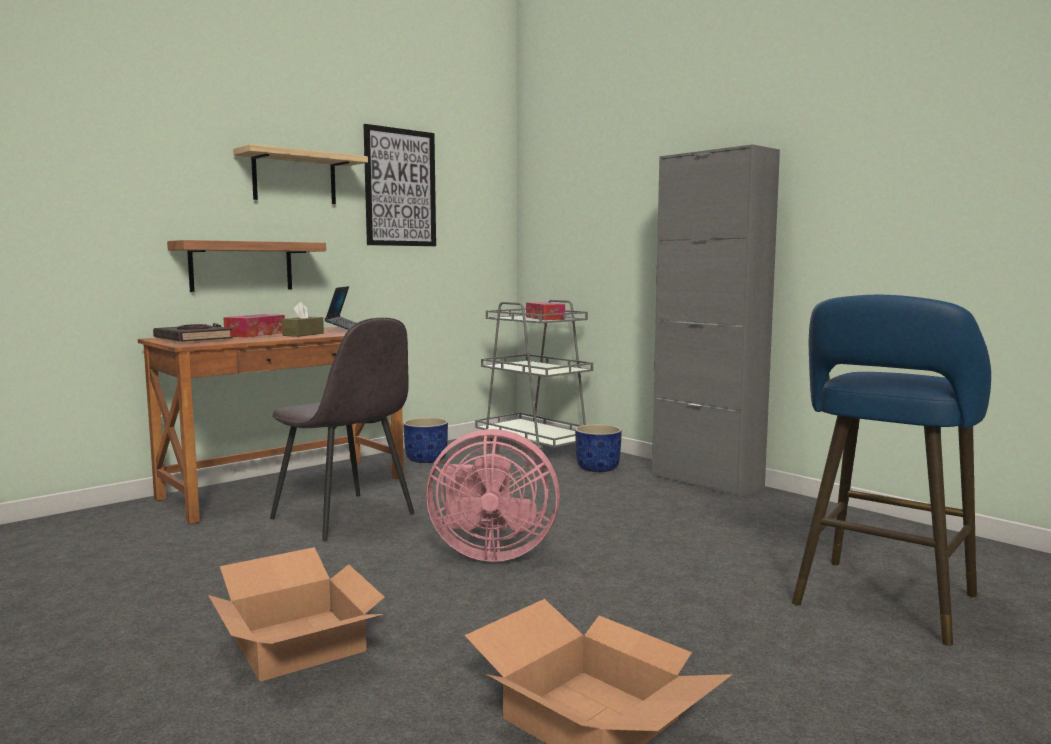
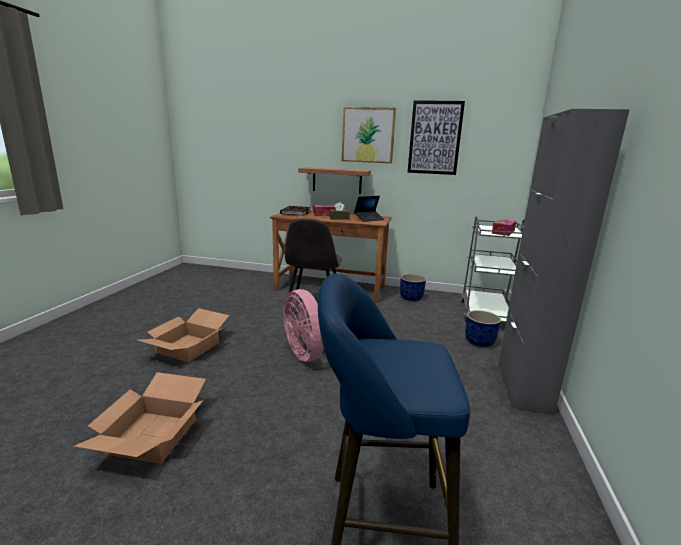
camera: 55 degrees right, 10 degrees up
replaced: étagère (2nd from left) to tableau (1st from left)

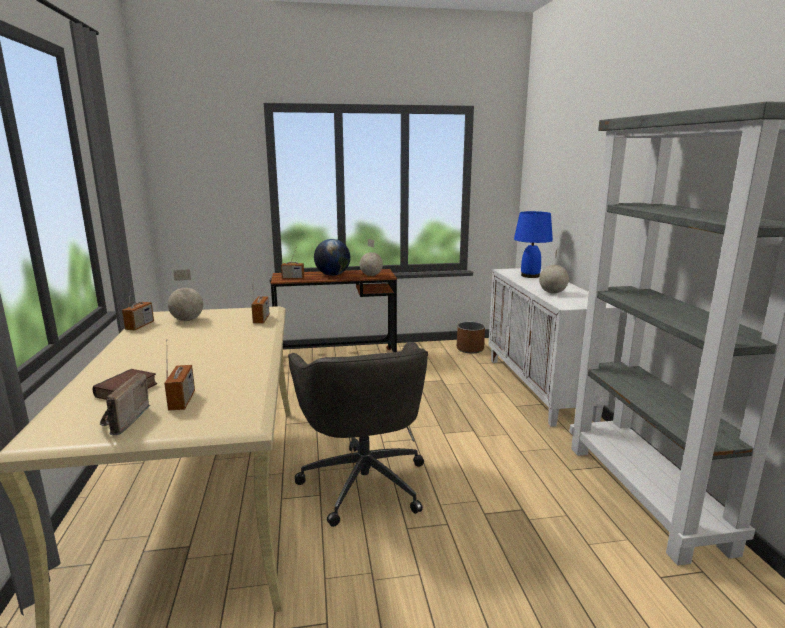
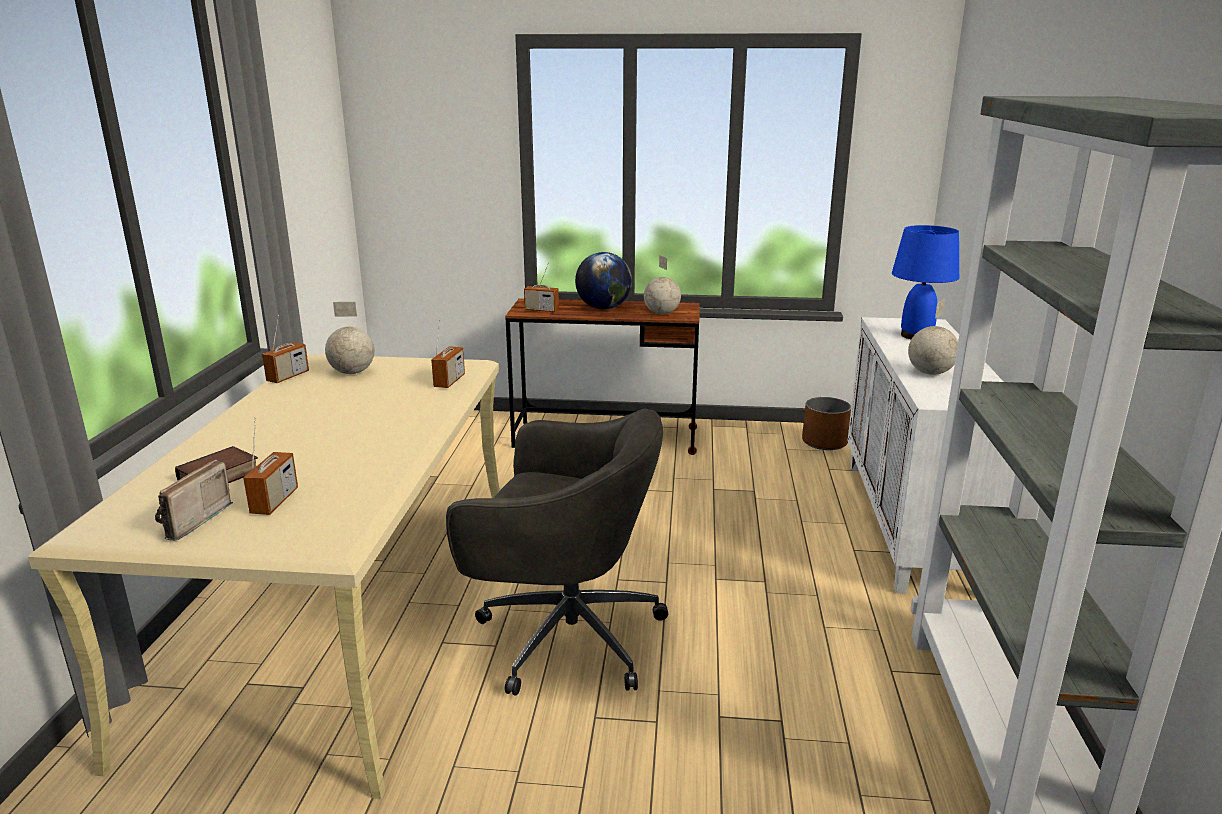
camera: 15 degrees right, 5 degrees up
turned: chaise de bureau/gris 75 degrees counterclockwise

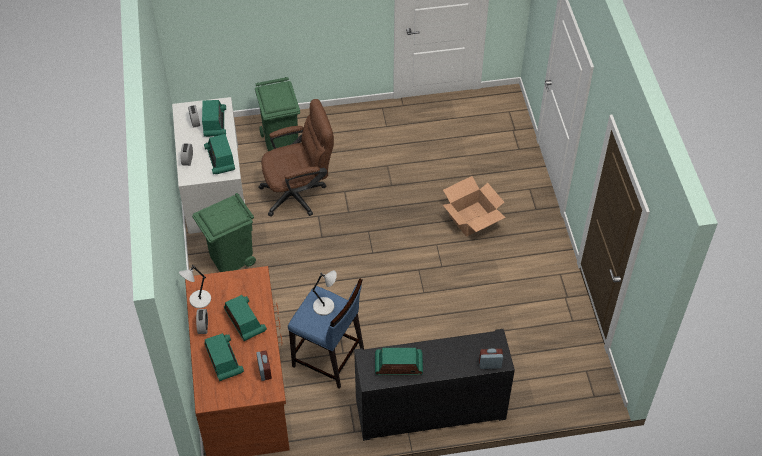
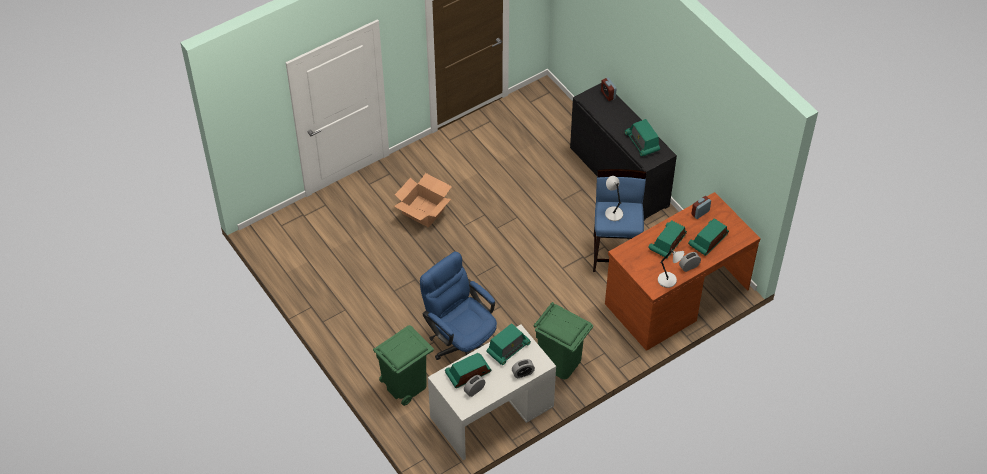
camera: 115 degrees left, 0 degrees up
recoloured: chaise de bureau/marron to chaise de bureau/bleu

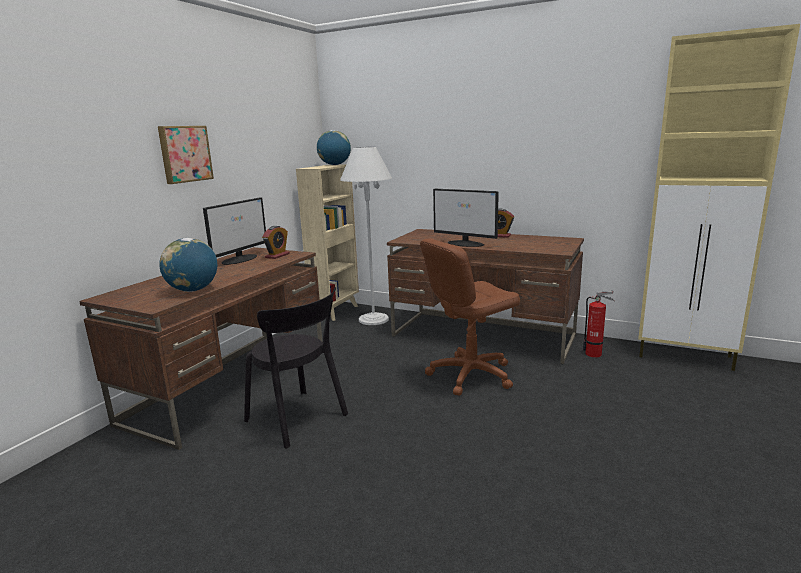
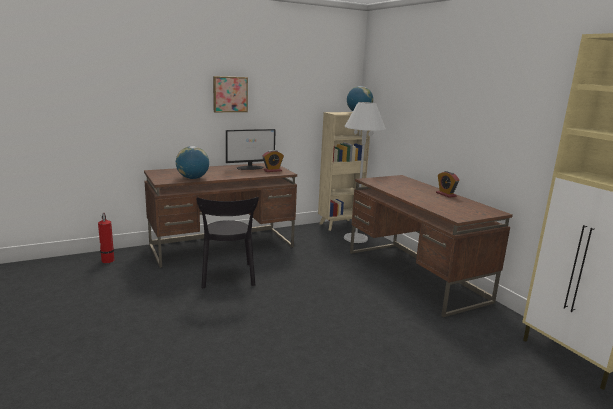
camera: 35 degrees right, 0 degrees up
removed: chaise de bureau/marron; écran d'ordinateur (2nd from left)
moved: extincteur

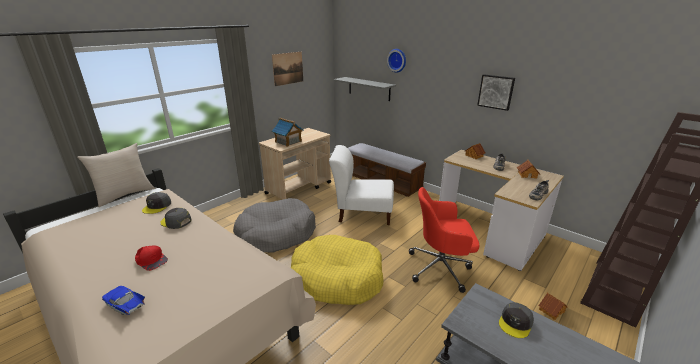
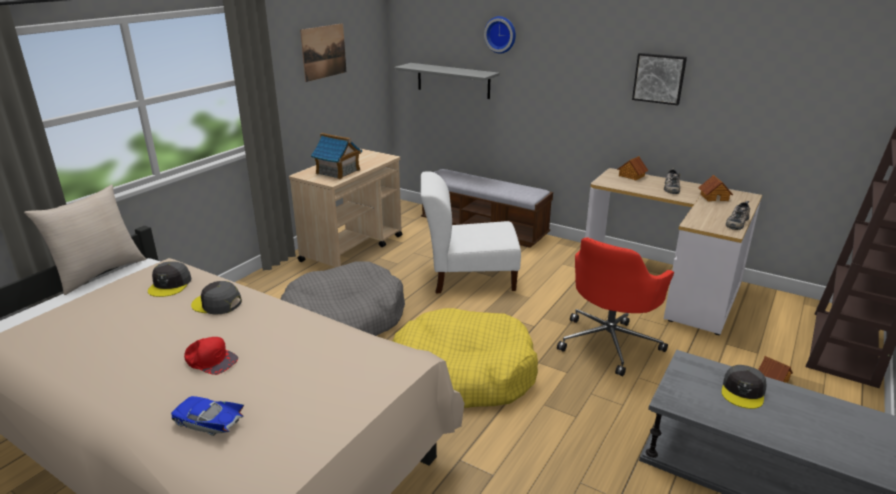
camera: 10 degrees left, 0 degrees up
turned: chaise de bureau/rouge 45 degrees counterclockwise

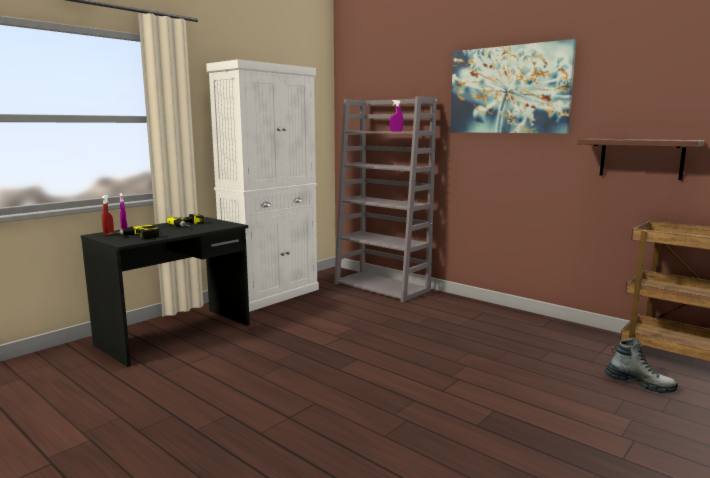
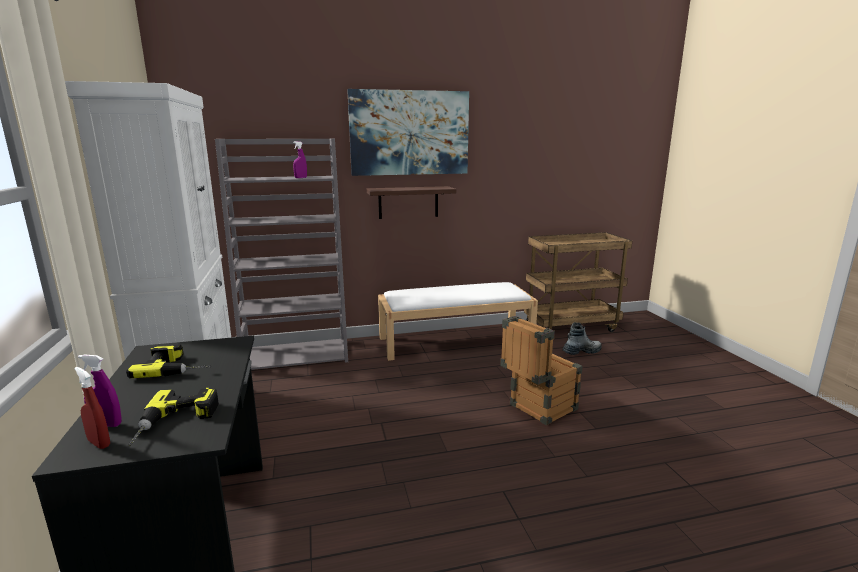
camera: 55 degrees left, 5 degrees up
added: banc/blanc; caisse
moved: étagère

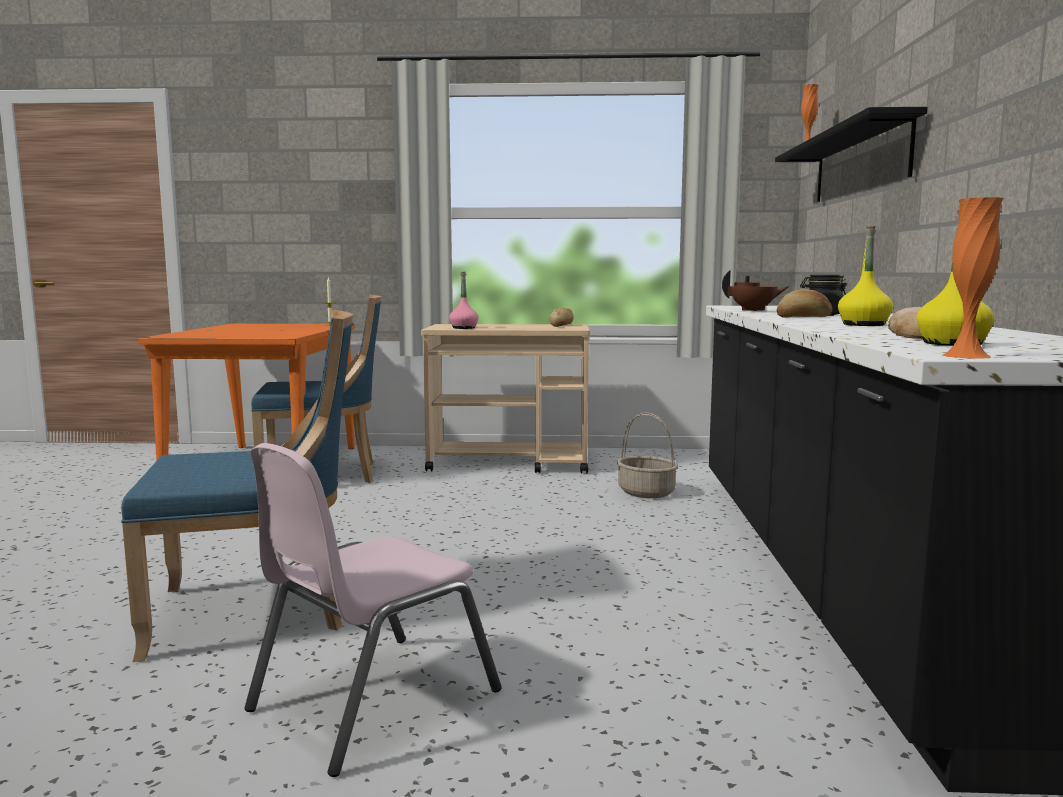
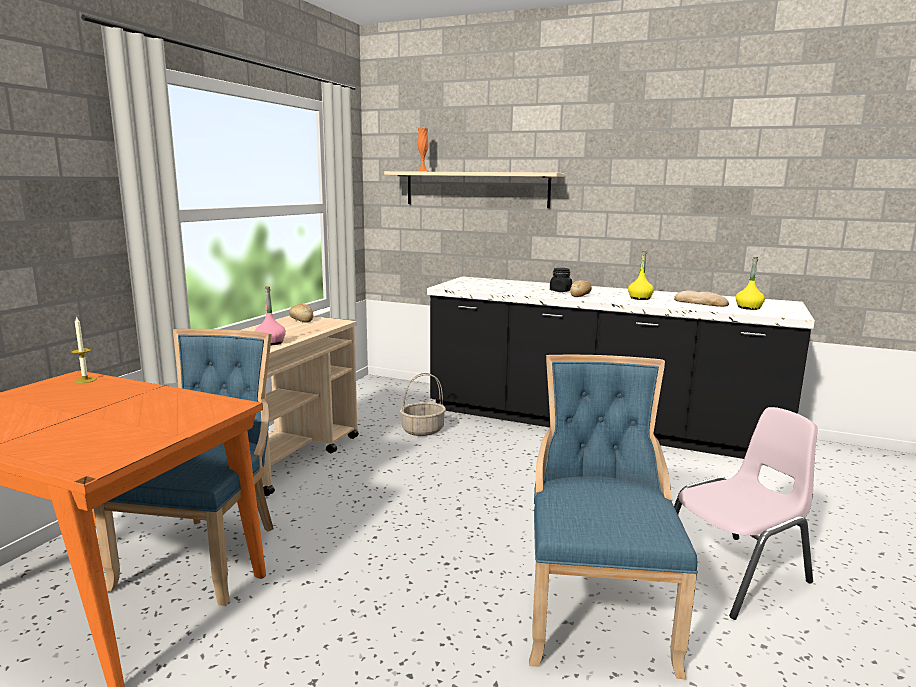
camera: 70 degrees left, 5 degrees up
removed: théière/marron; vase/orange (2nd from left)
recoloured: étagère/noir to étagère/beige
turned: chaise/rose 90 degrees counterclockwise

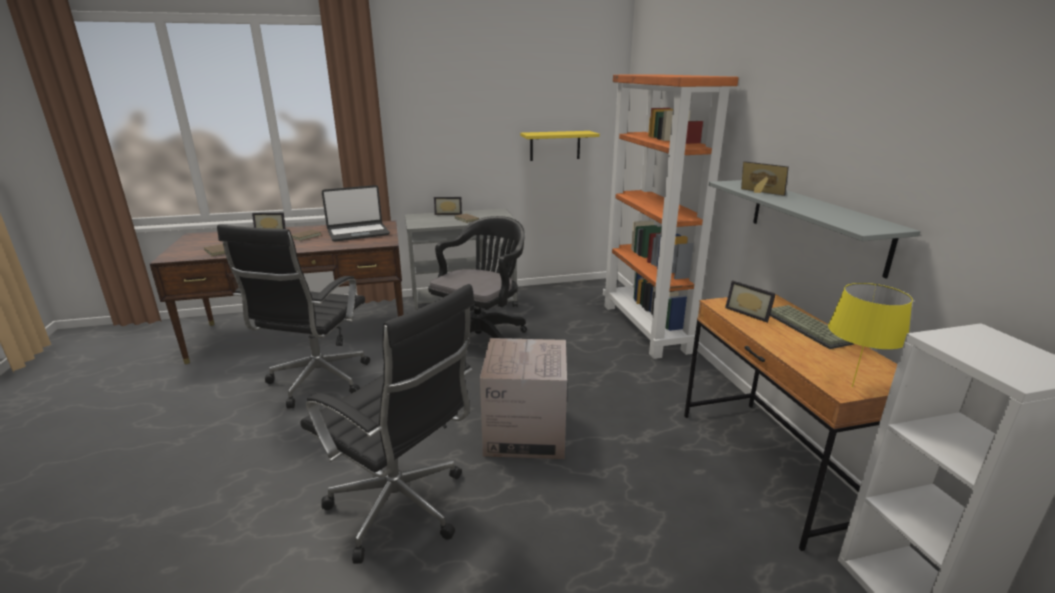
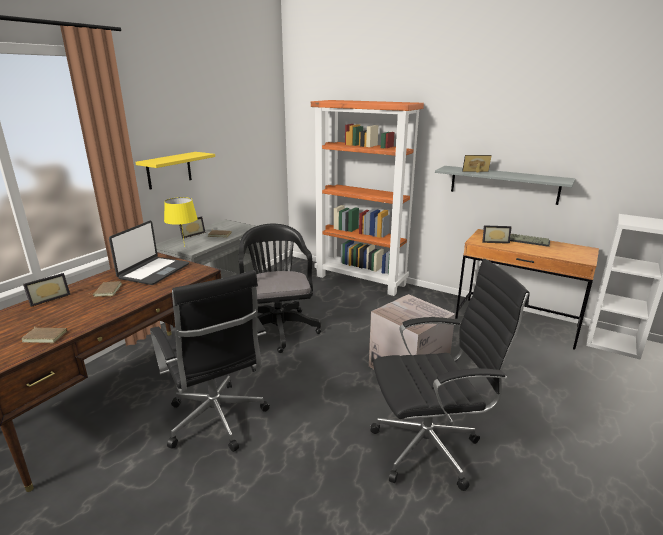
camera: 45 degrees left, 0 degrees up
moved: étagère/jaune; lampe de table/jaune

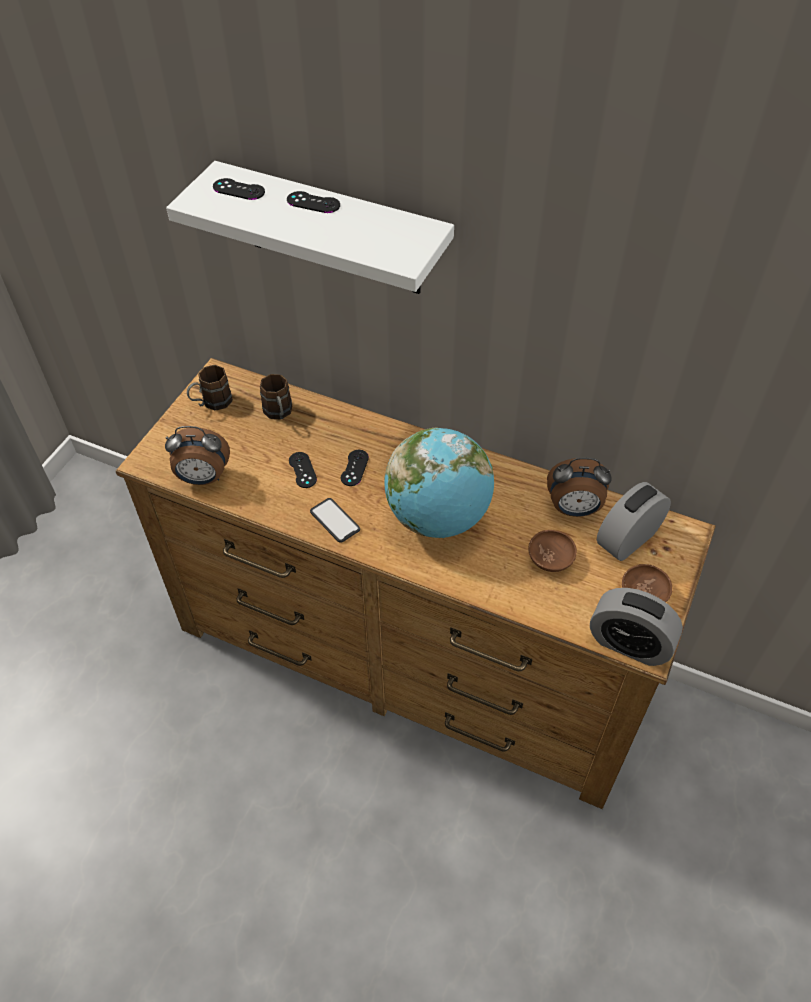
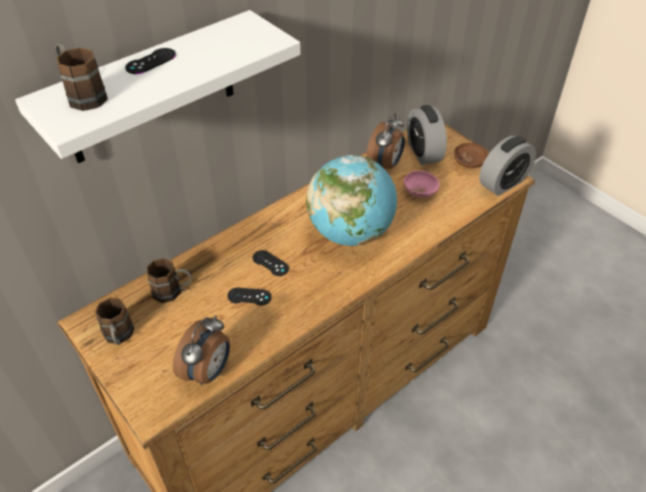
camera: 65 degrees left, 5 degrees down
removed: téléphone
replaced: manette/noir (1st from left) to mug/marron (1st from left)
recoloured: bol/marron (1st from left) to bol/rose

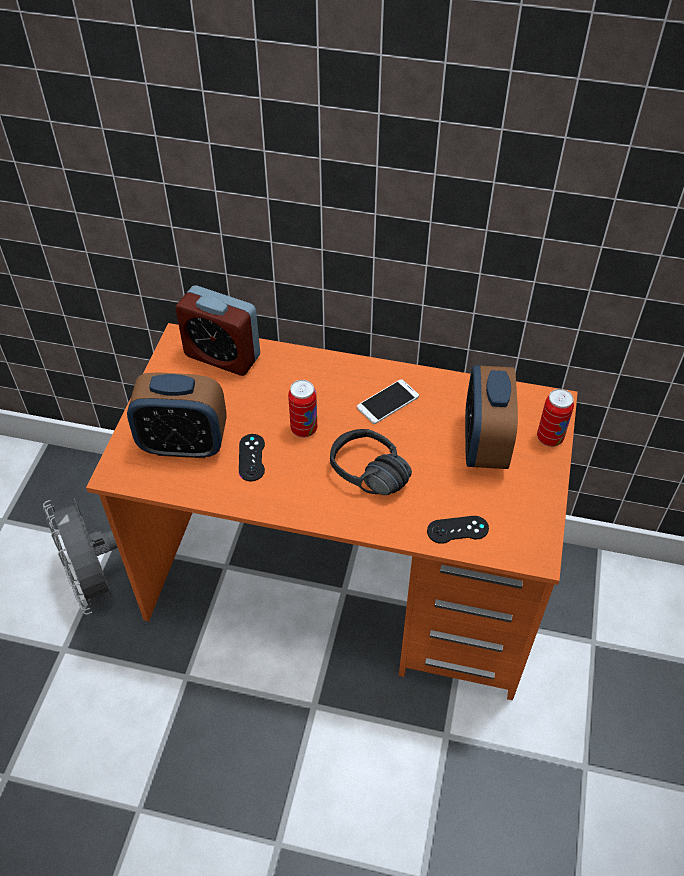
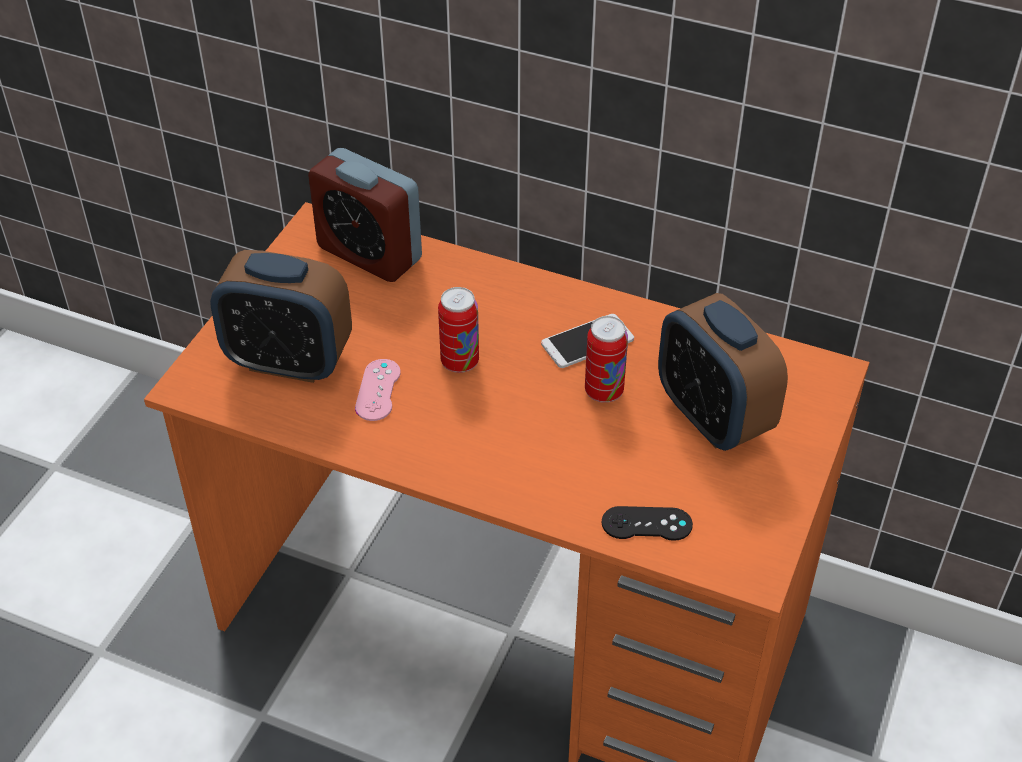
camera: 10 degrees right, 5 degrees down
removed: ventilateur/gris; casque audio/noir
moved: boîte métallique (2nd from left)
recoloured: manette/noir (1st from left) to manette/rose
turned: réveil (3rd from left) 45 degrees counterclockwise

